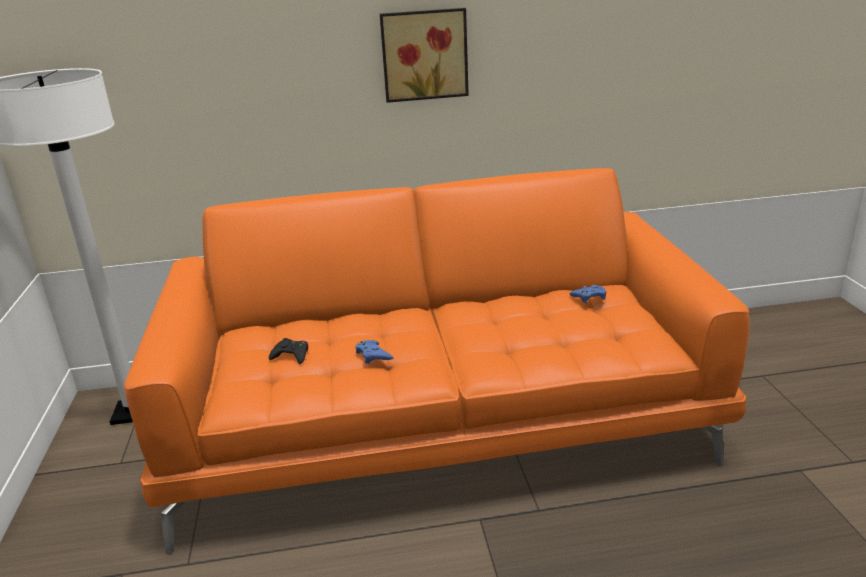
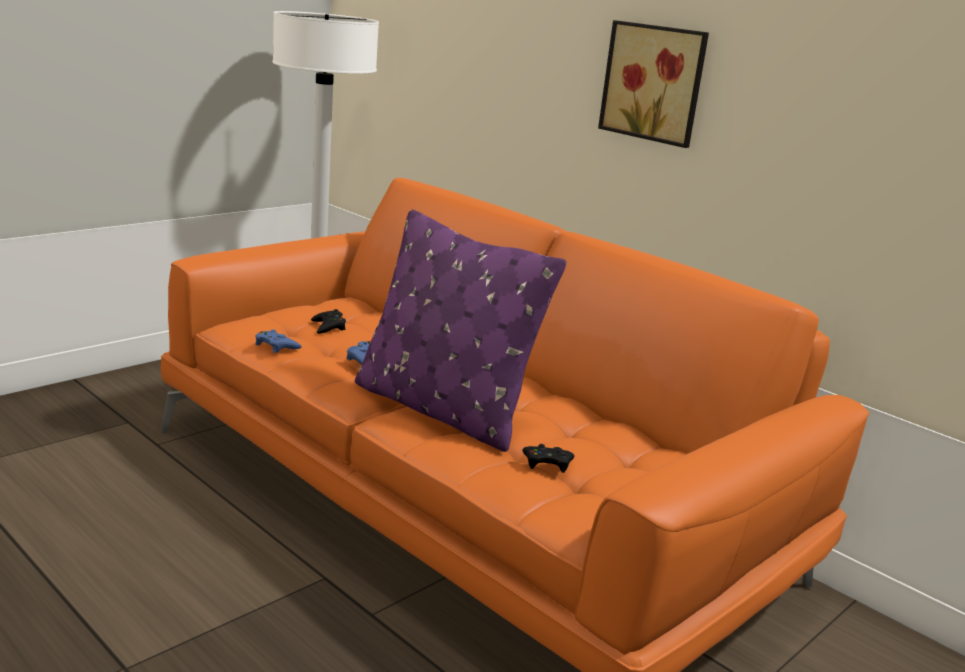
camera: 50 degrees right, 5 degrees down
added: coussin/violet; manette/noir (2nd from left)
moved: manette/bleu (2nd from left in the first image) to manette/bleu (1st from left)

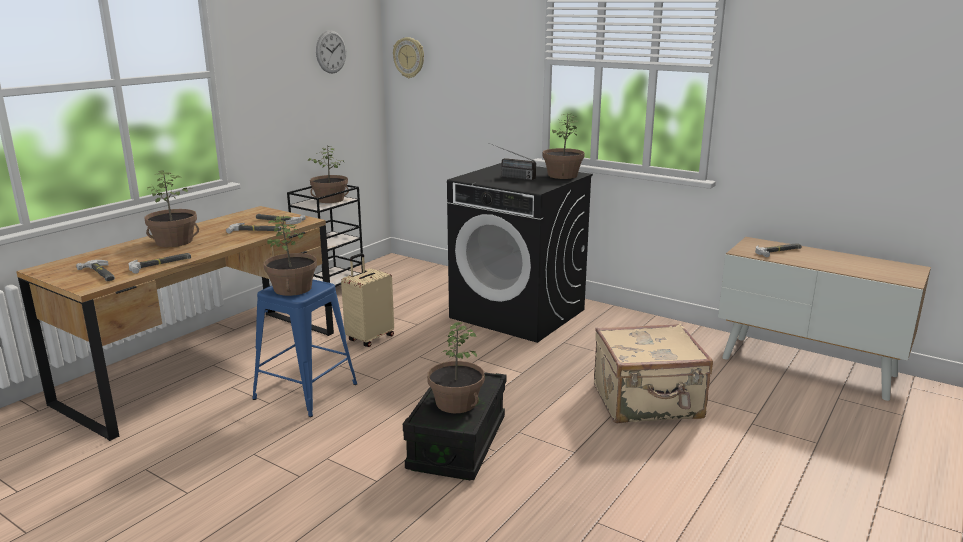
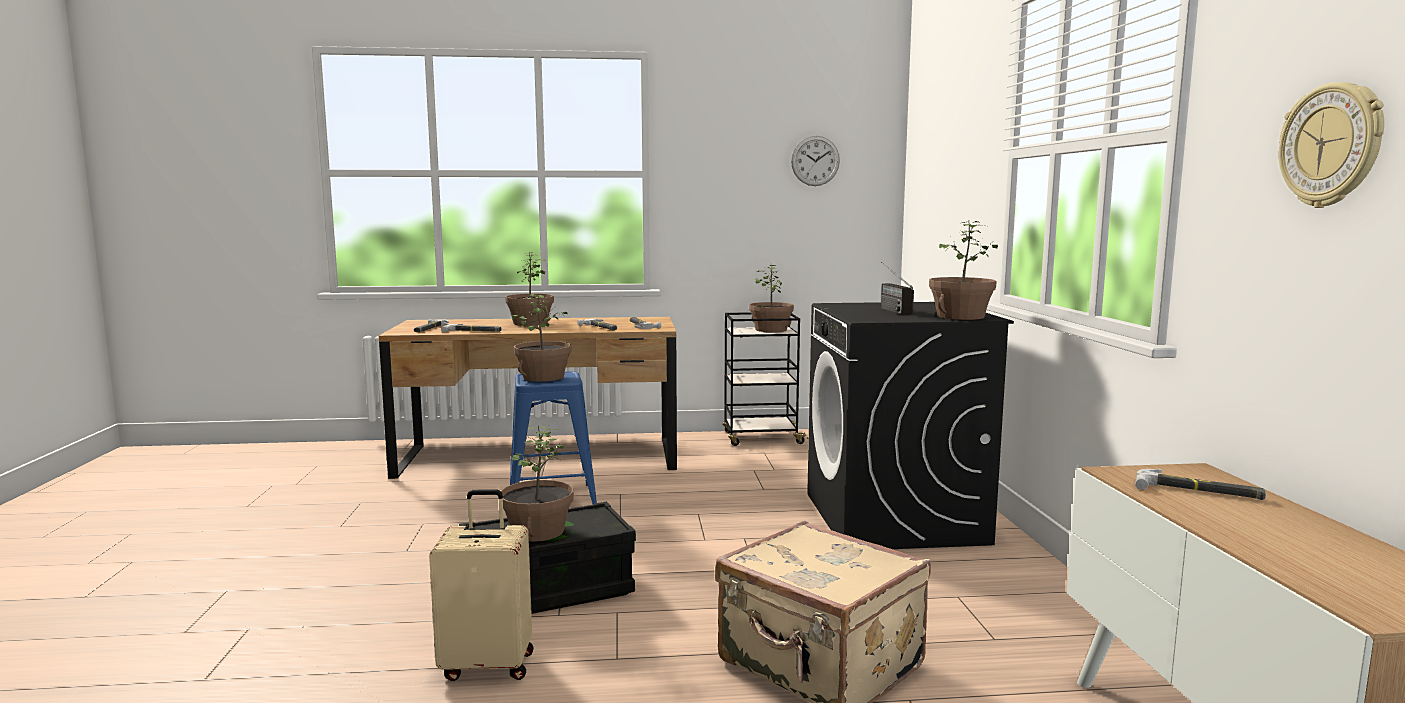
camera: 50 degrees right, 10 degrees down
moved: valise/beige (1st from left); horloge murale (2nd from left)

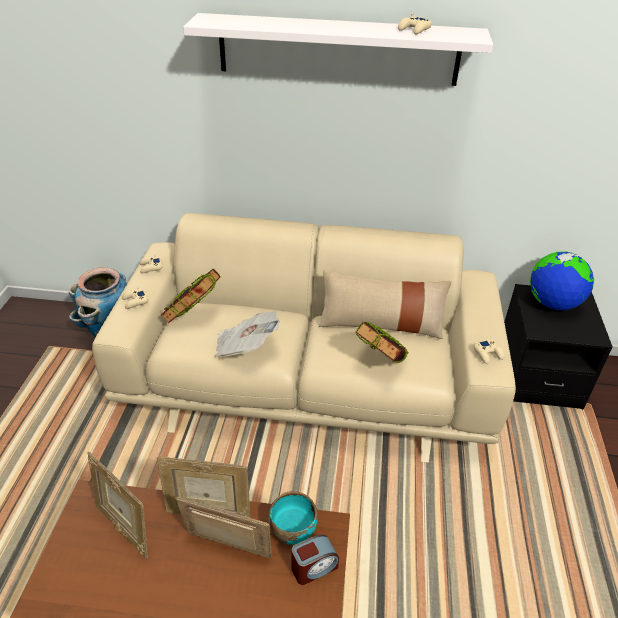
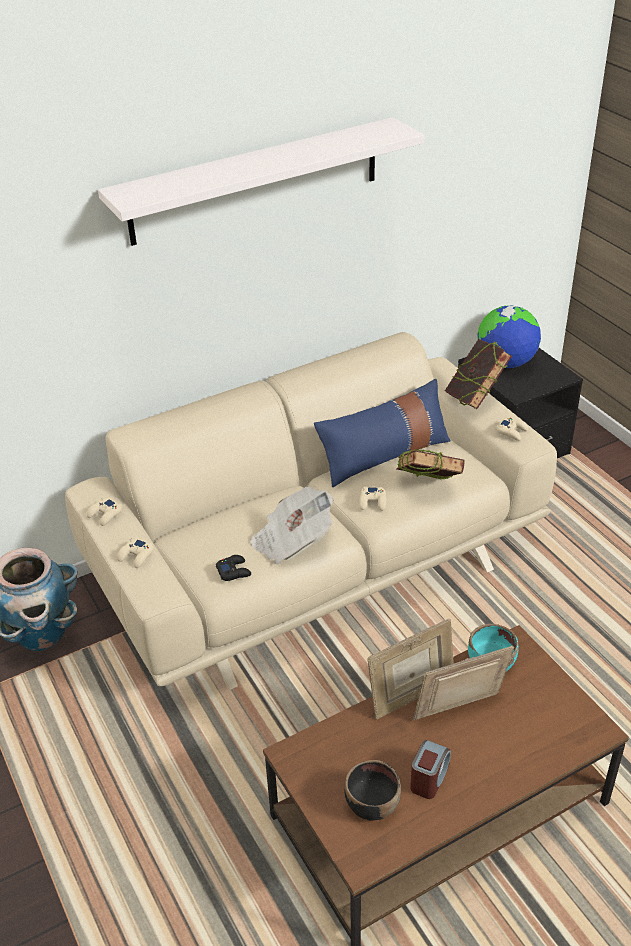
camera: 35 degrees left, 0 degrees up
removed: cadre photo (1st from left)
added: manette/noir; bol/noir
moved: livre (1st from left in the first image) to livre (2nd from left); réveil; manette/beige (3rd from left)
recoloured: coussin/beige to coussin/bleu

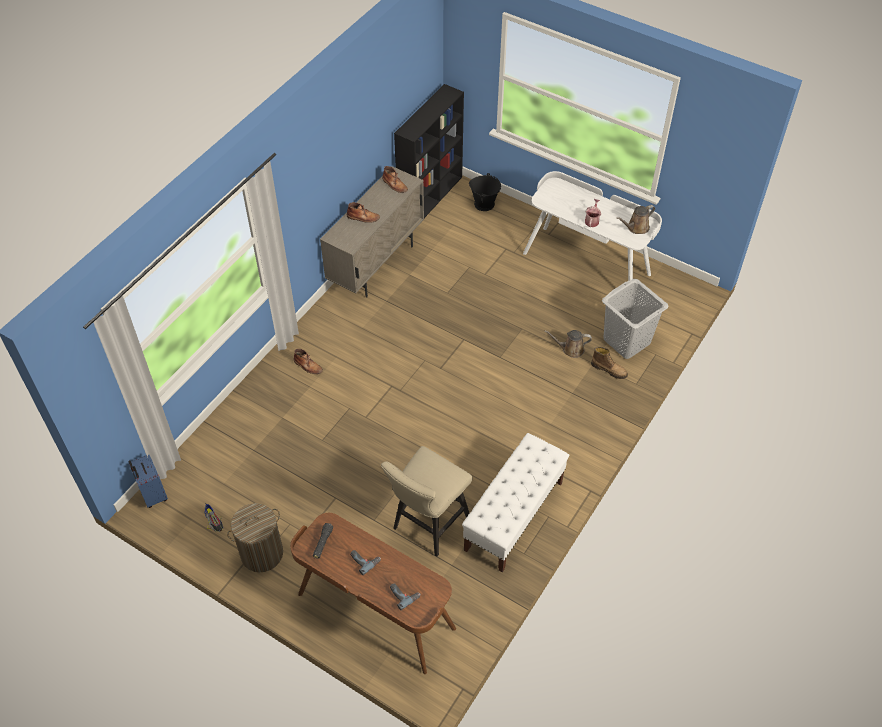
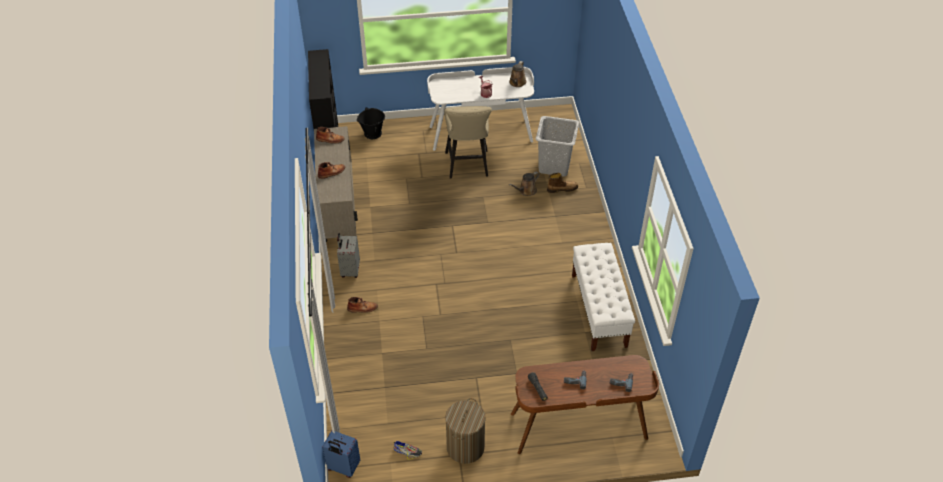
camera: 40 degrees left, 5 degrees down
added: valise/gris
moved: tabouret/beige

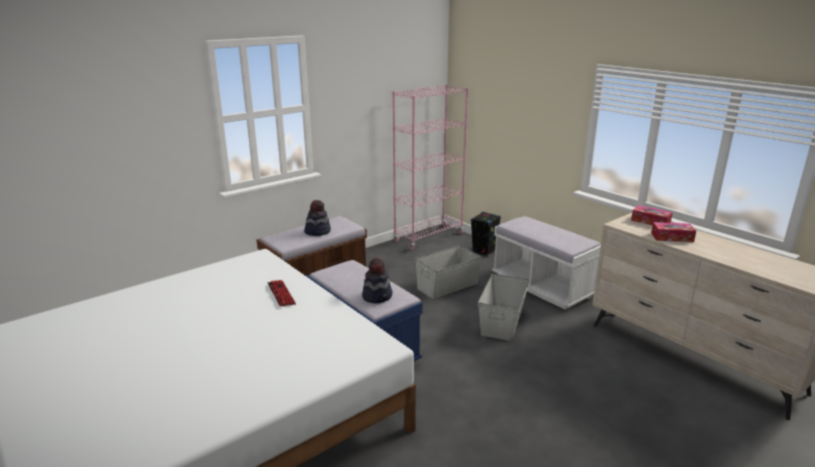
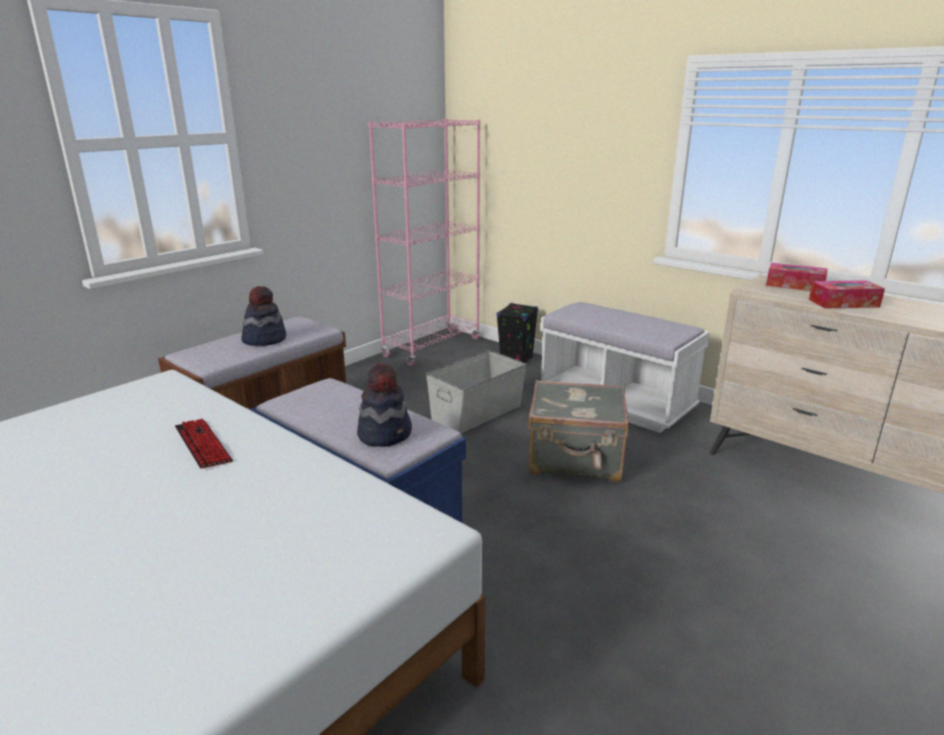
camera: 10 degrees left, 0 degrees up
replaced: boîte de rangement/gris (2nd from left) to valise/gris

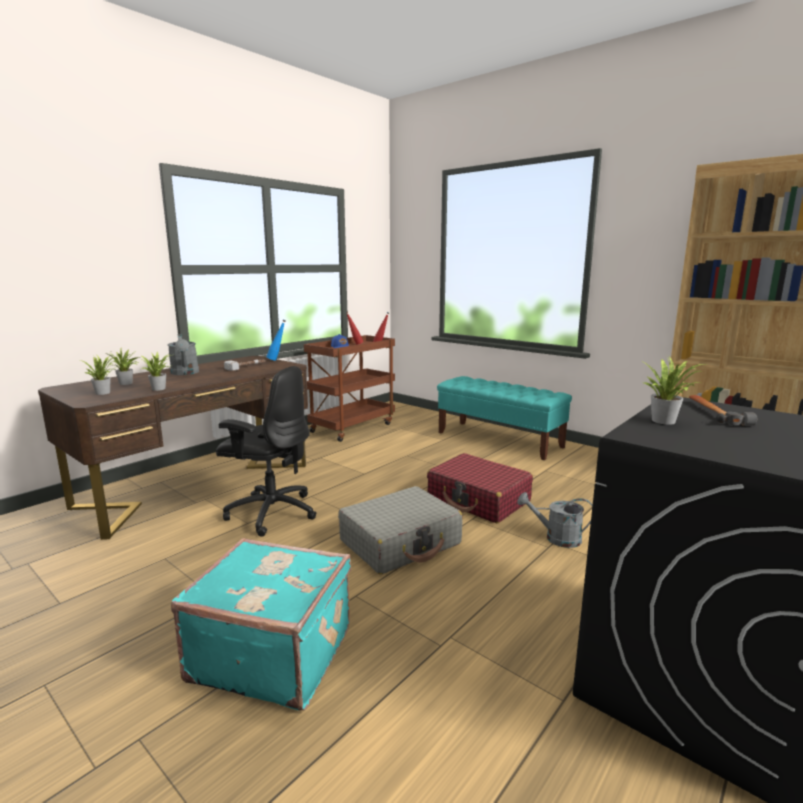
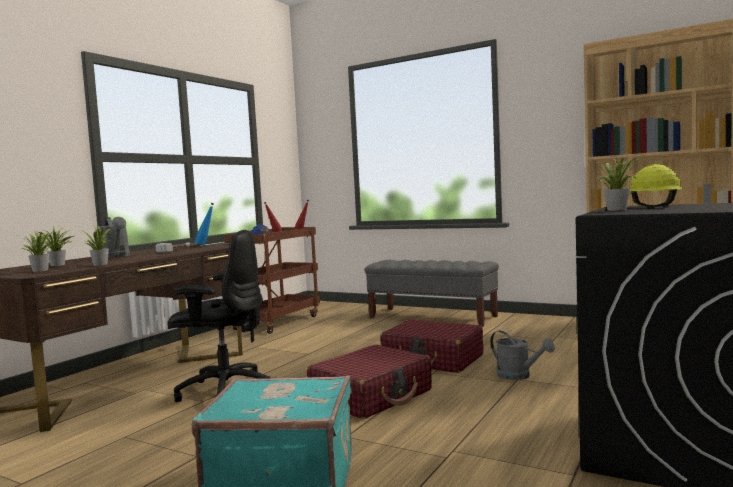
camera: 10 degrees left, 10 degrees down
replaced: marteau (2nd from left) to casque de chantier/jaune
recoloured: valise/gris to valise/rouge (1st from left); banc/turquoise to banc/gris
turned: arrosoir/gris (2nd from left) 135 degrees counterclockwise

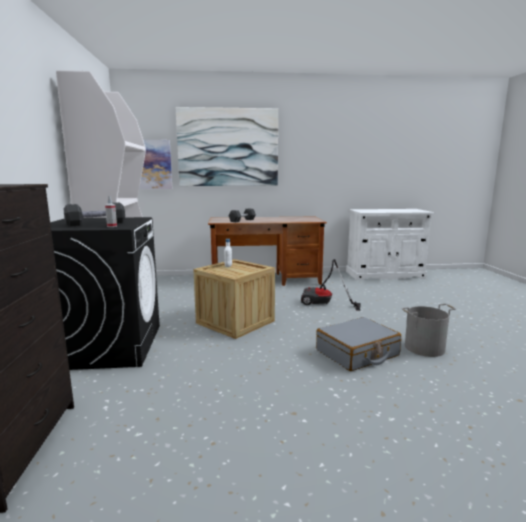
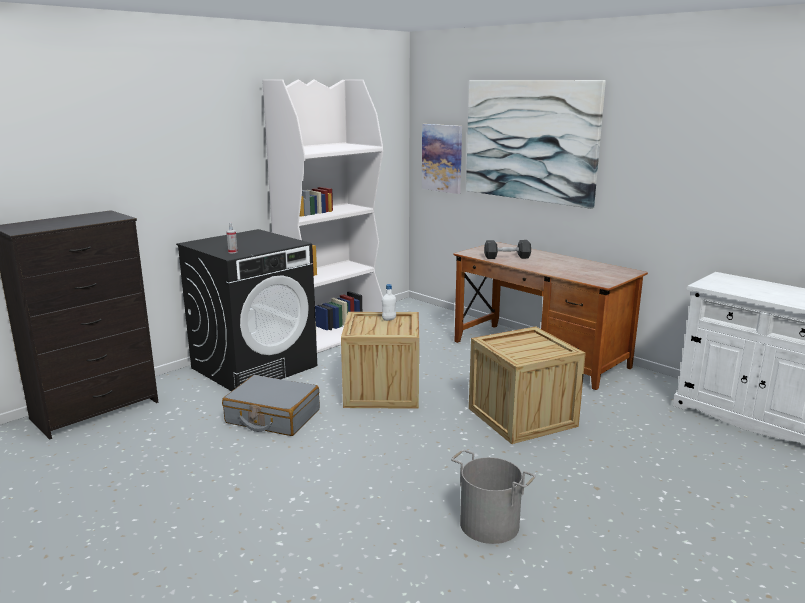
camera: 50 degrees right, 5 degrees up
removed: haltère/noir (1st from left)
moved: valise/gris
replaced: aspirateur to caisse (2nd from left)

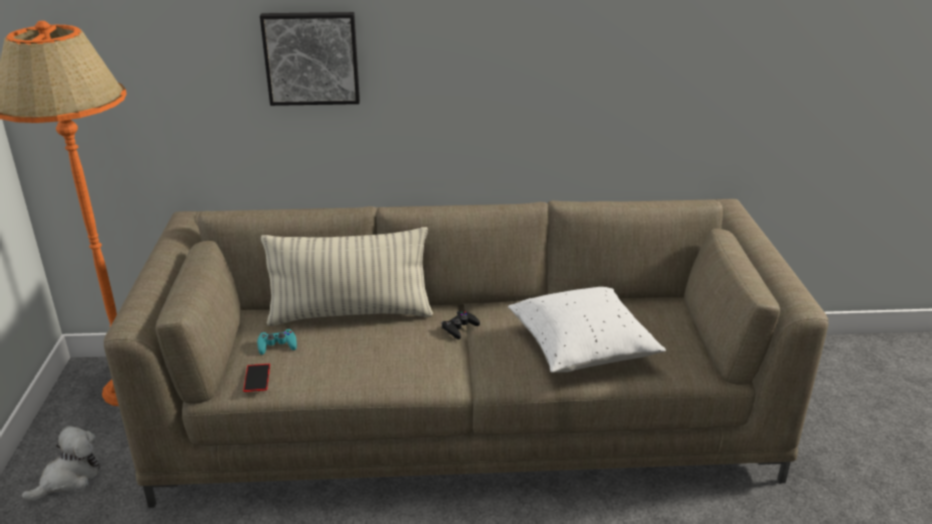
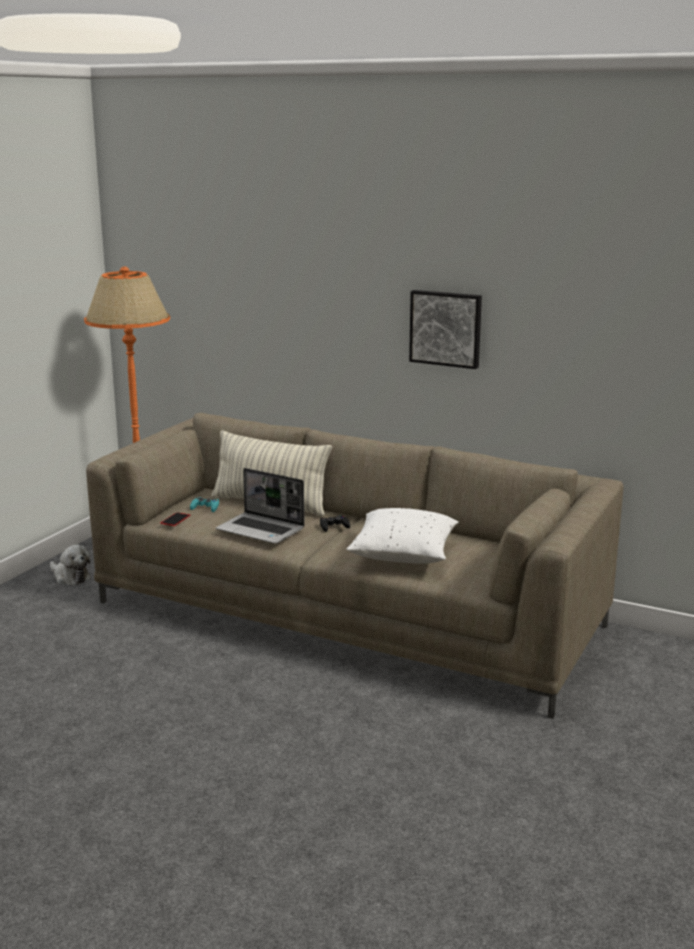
camera: 30 degrees right, 10 degrees down
added: ordinateur portable
moved: tableau
turned: peluche 60 degrees clockwise

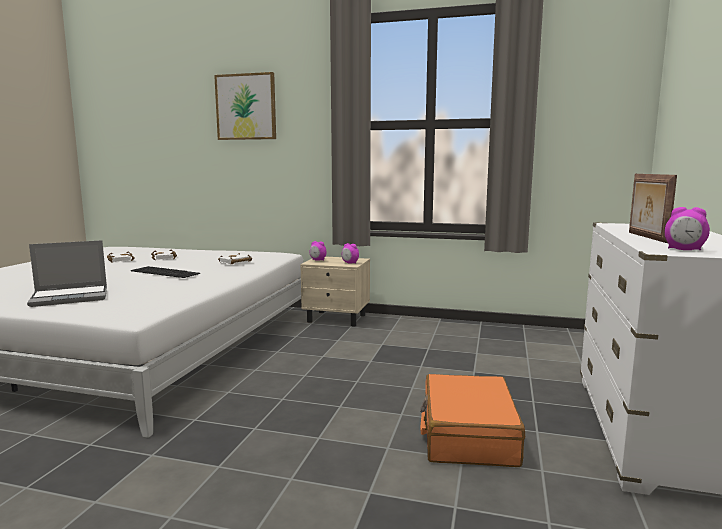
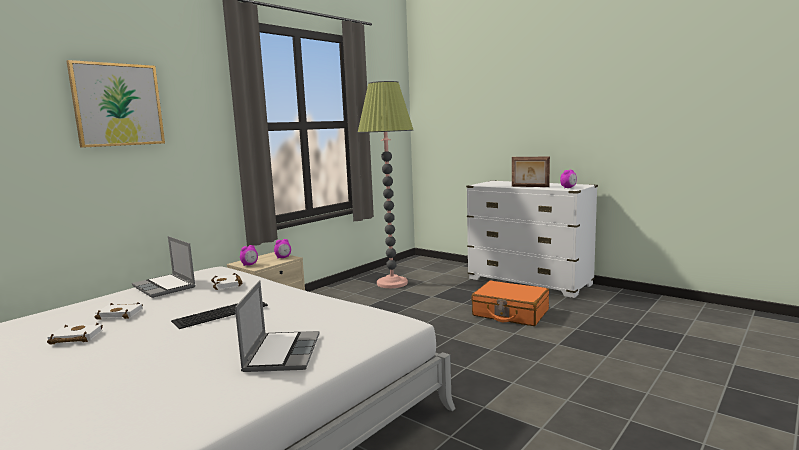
camera: 65 degrees left, 0 degrees up
added: ordinateur portable (1st from left); lampadaire

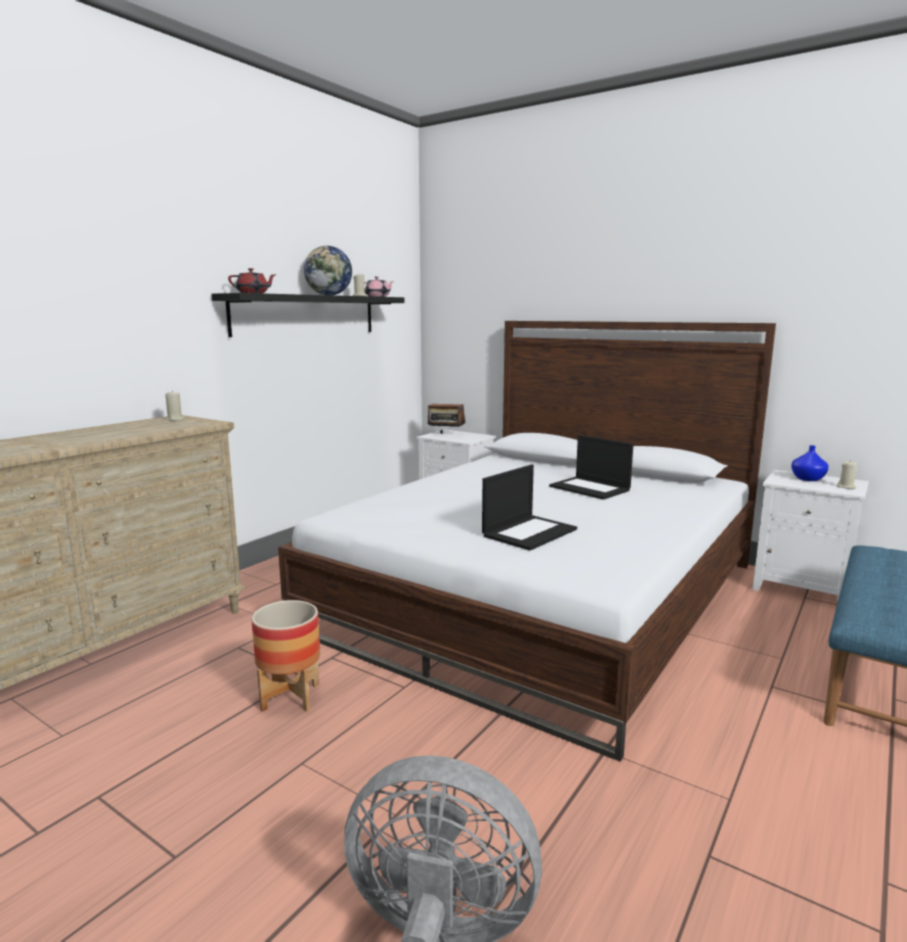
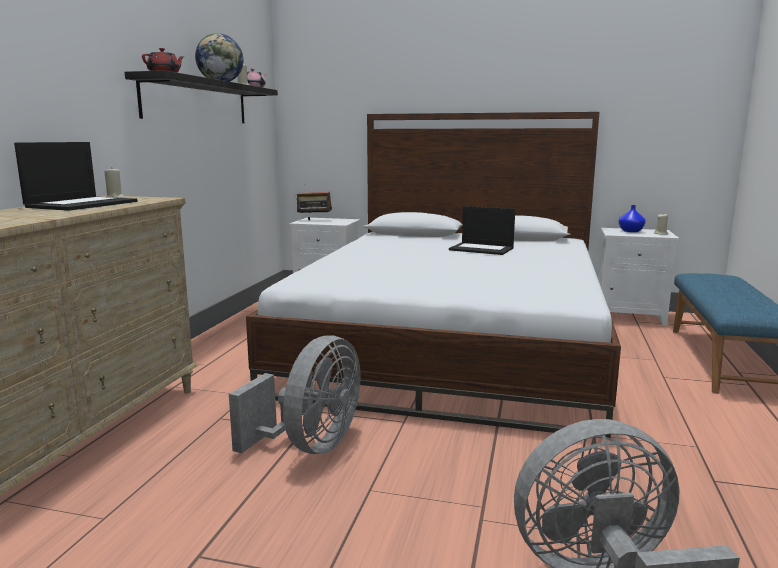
camera: 20 degrees left, 0 degrees up
moved: ordinateur portable (1st from left)
replaced: cache-pot to ventilateur/gris (1st from left)

